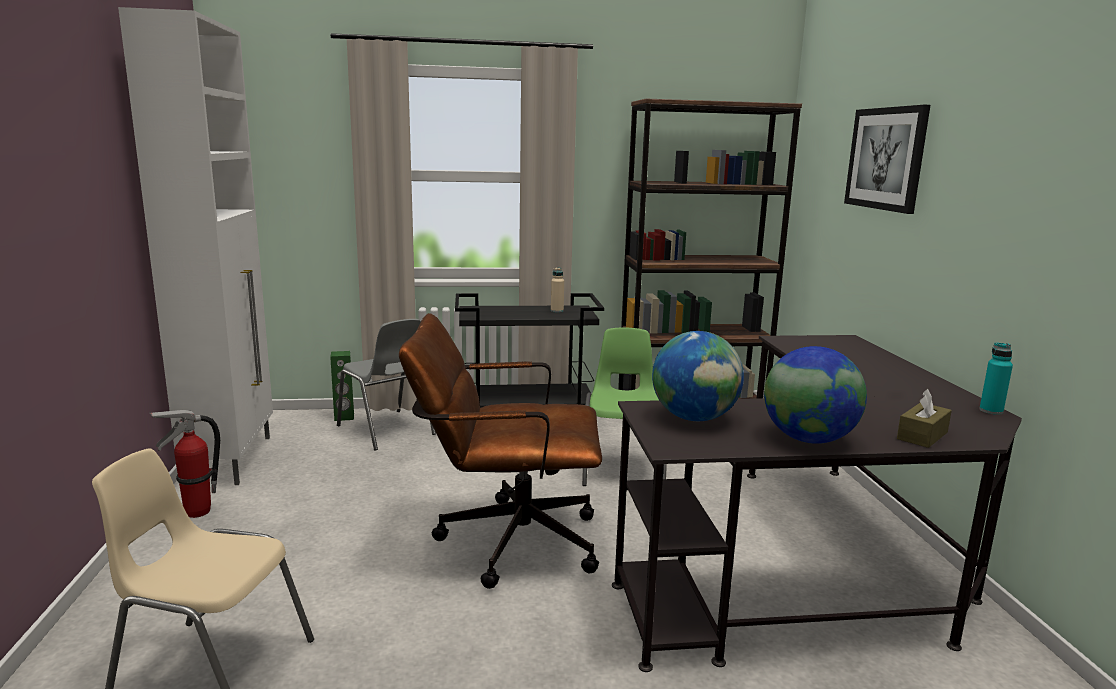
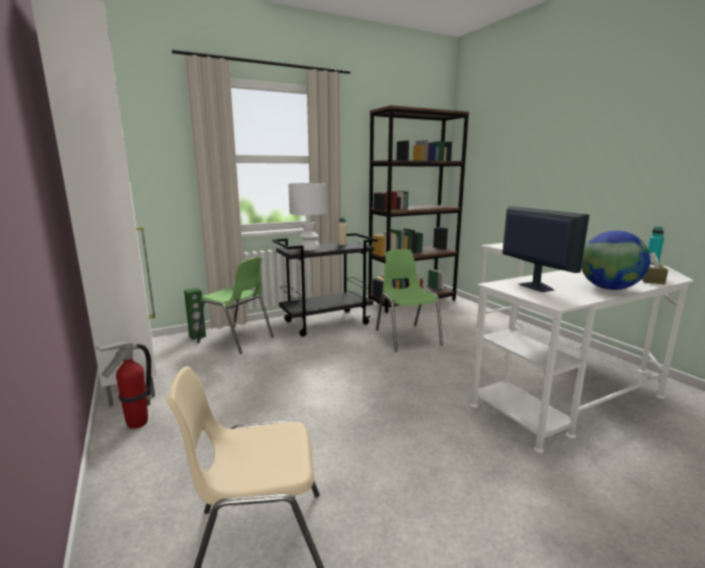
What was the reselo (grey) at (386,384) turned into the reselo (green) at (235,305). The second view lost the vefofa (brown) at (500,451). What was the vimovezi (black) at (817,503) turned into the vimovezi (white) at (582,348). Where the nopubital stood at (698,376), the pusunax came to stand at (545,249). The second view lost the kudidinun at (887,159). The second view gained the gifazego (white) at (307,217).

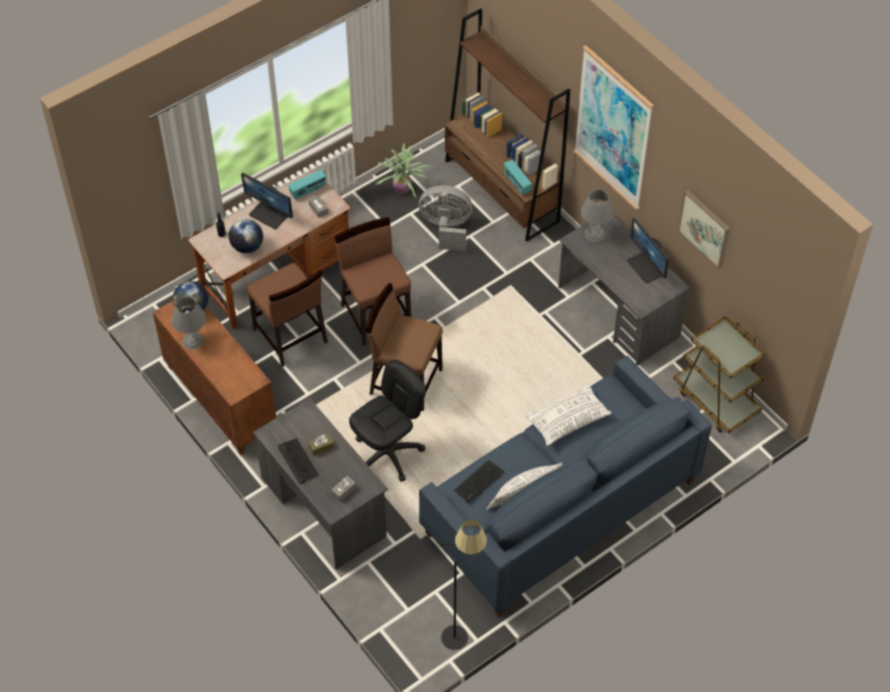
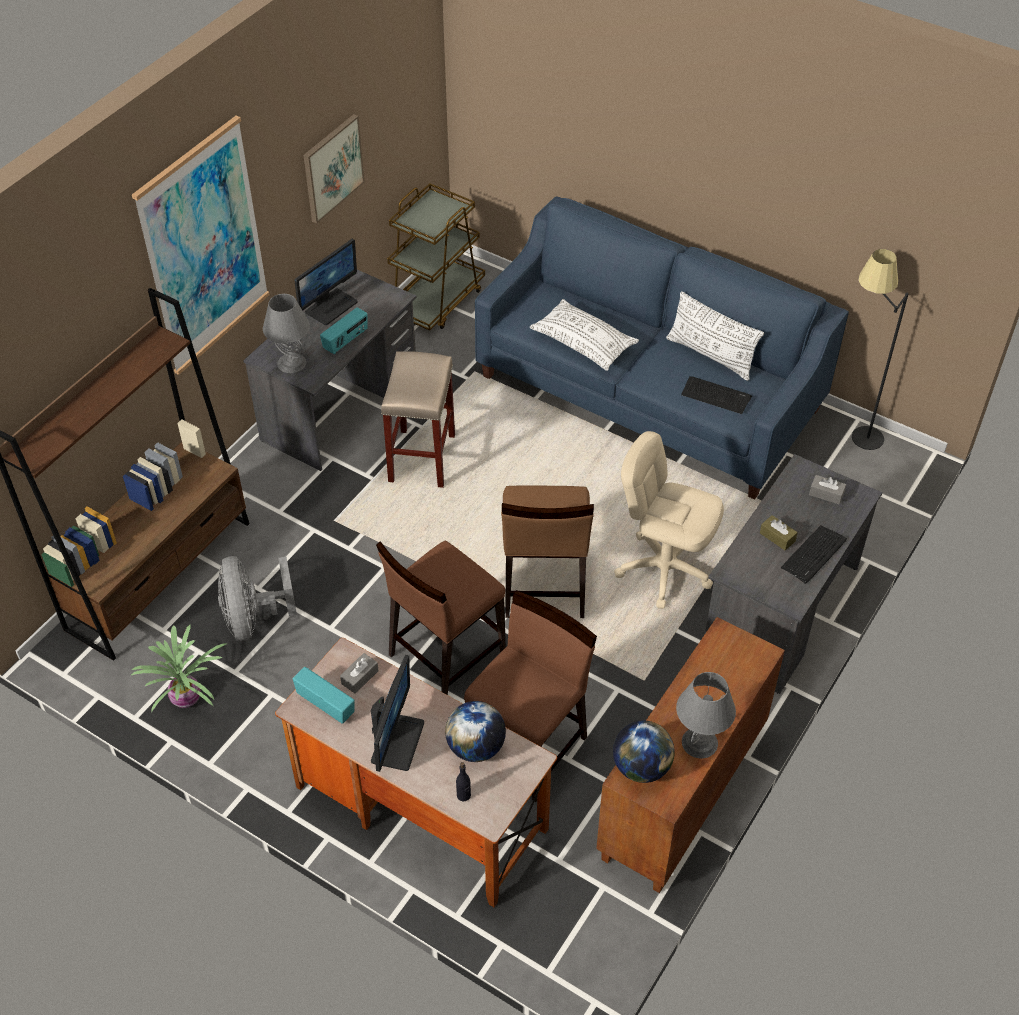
What was the vefofa (black) at (387,421) turned into the vefofa (beige) at (669,520). The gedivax ended up elsewhere, having gone from (518,177) to (344,330). The second view gained the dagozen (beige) at (418,419).

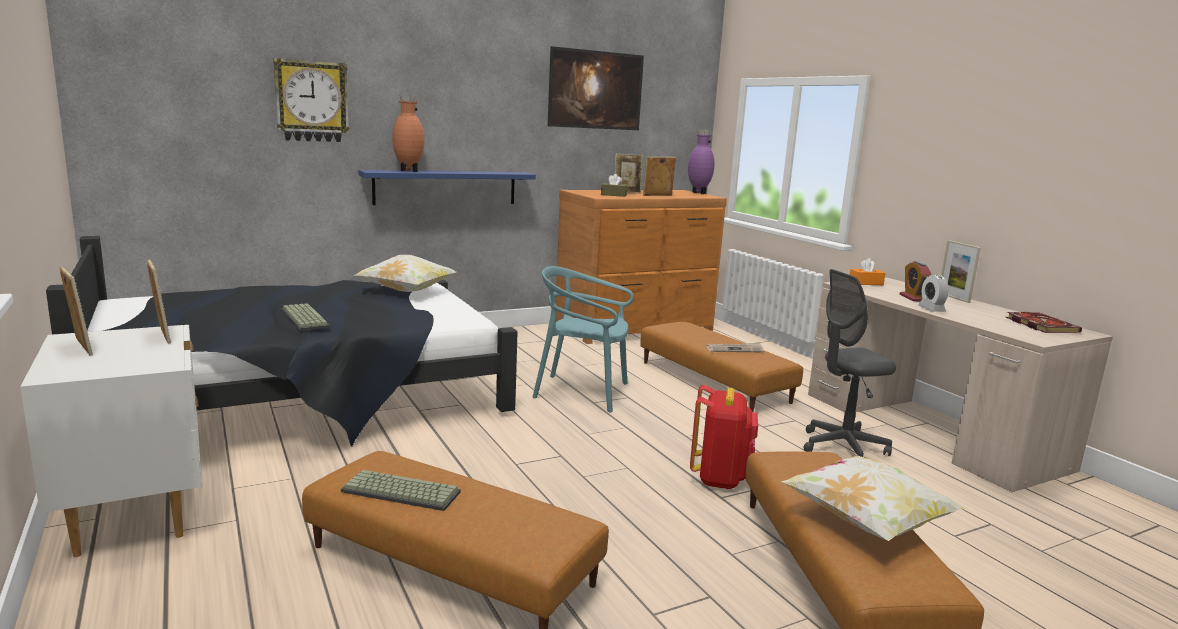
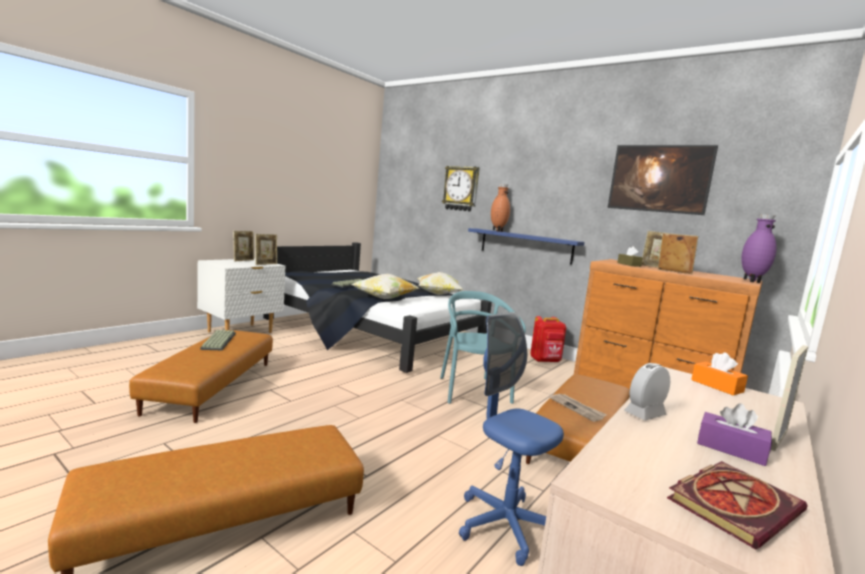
The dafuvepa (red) ended up elsewhere, having gone from (724,437) to (548,339). The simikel ended up elsewhere, having gone from (873,498) to (385,286). What was the vefofa (grey) at (850,363) turned into the vefofa (blue) at (511,439). The second view lost the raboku at (915,281). The second view gained the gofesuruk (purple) at (734,434).

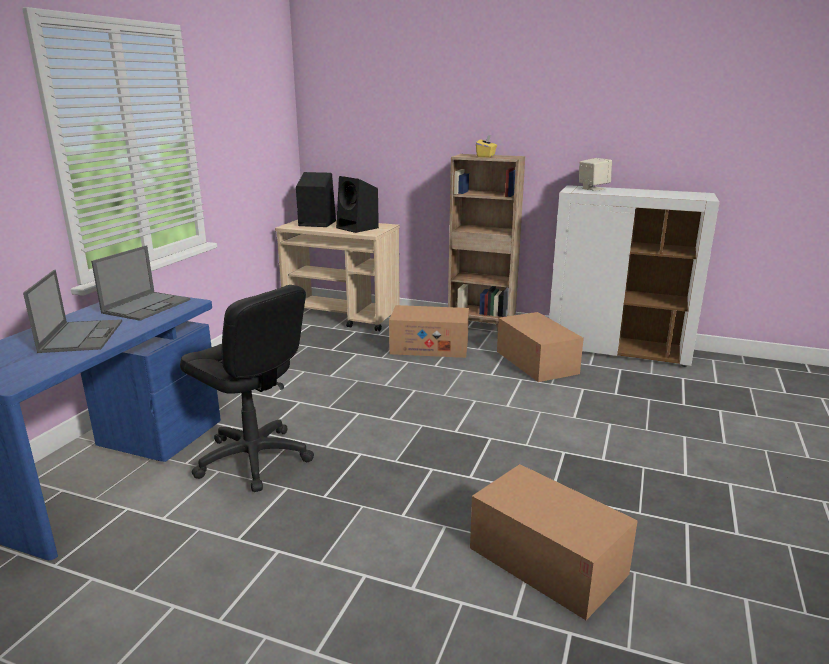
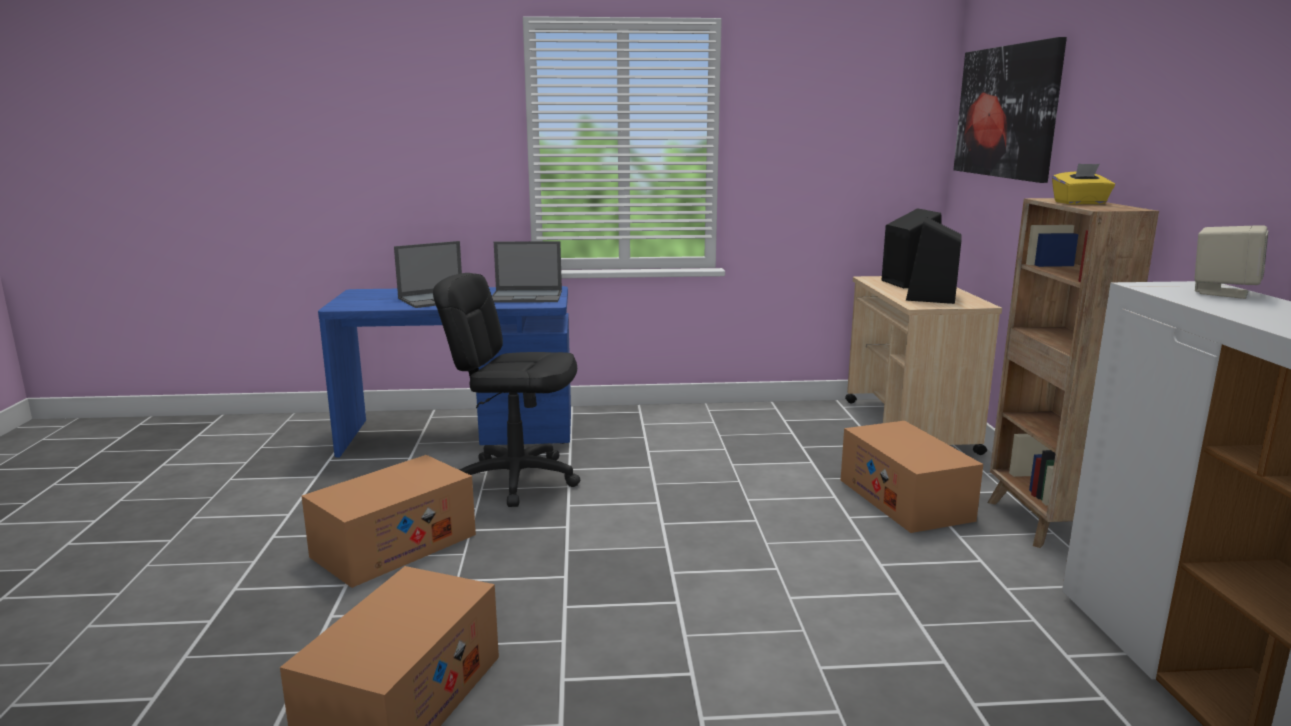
The vefofa (black) at (247,388) ended up facing another way, 90 degrees clockwise from before. The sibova ended up elsewhere, having gone from (540,347) to (389,521). The second view gained the kudidinun at (1010,110).

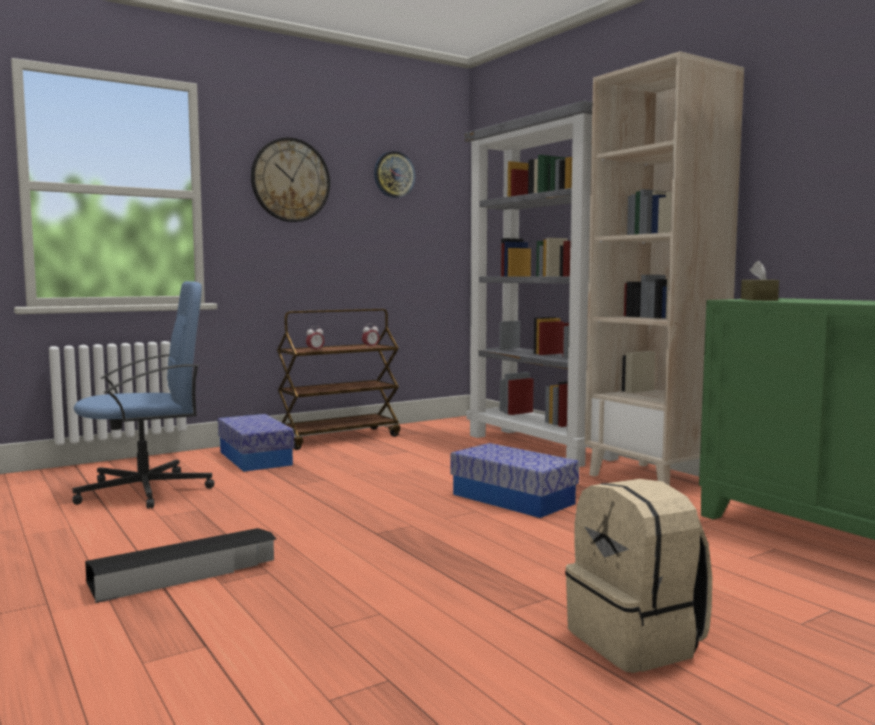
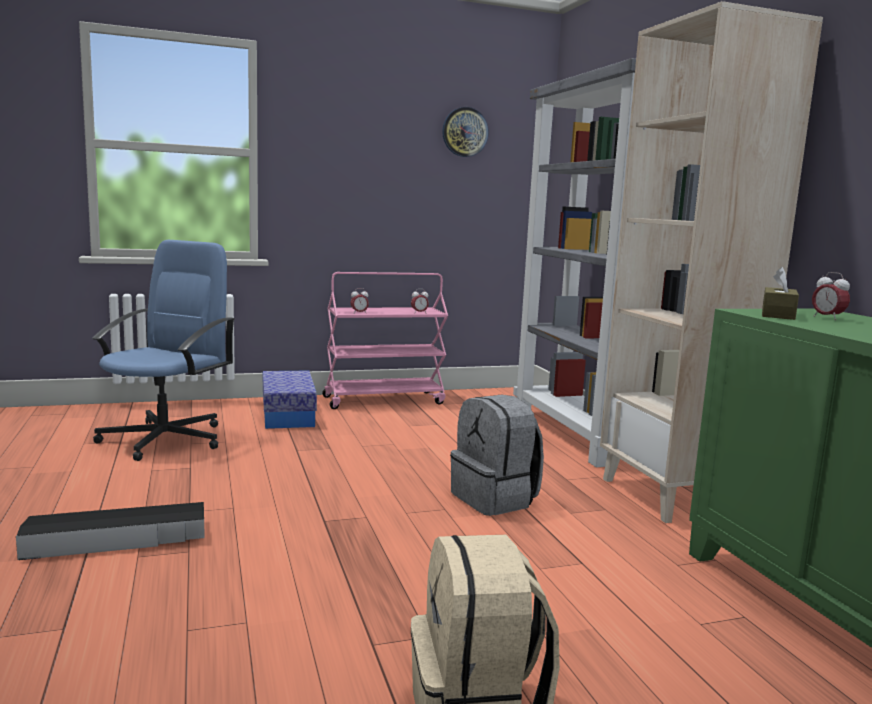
The vefofa (blue) at (143,395) ended up facing another way, 60 degrees counterclockwise from before. The second view lost the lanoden at (290,179). What was the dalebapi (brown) at (338,379) turned into the dalebapi (pink) at (385,340). Where the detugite stood at (515,480), the dafuvepa (grey) came to stand at (497,455). The second view gained the raboku at (831,296).

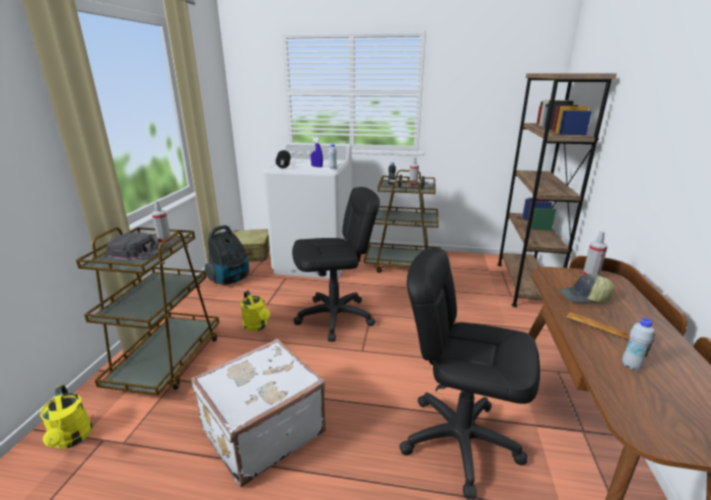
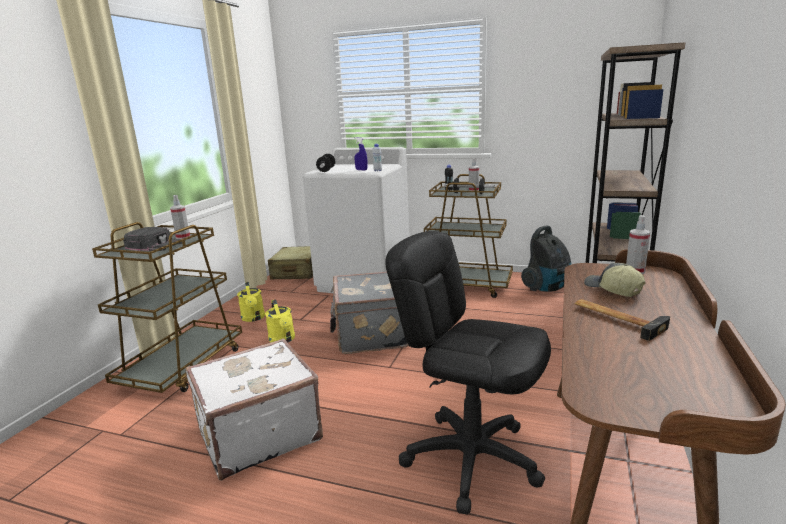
The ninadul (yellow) ended up elsewhere, having gone from (66,417) to (251,302). The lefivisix ended up elsewhere, having gone from (227,255) to (546,259). Where the vefofa (black) stood at (336,264), the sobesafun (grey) came to stand at (369,313). The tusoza at (586,288) ended up facing another way, 45 degrees clockwise from before. The second view lost the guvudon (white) at (638,344).

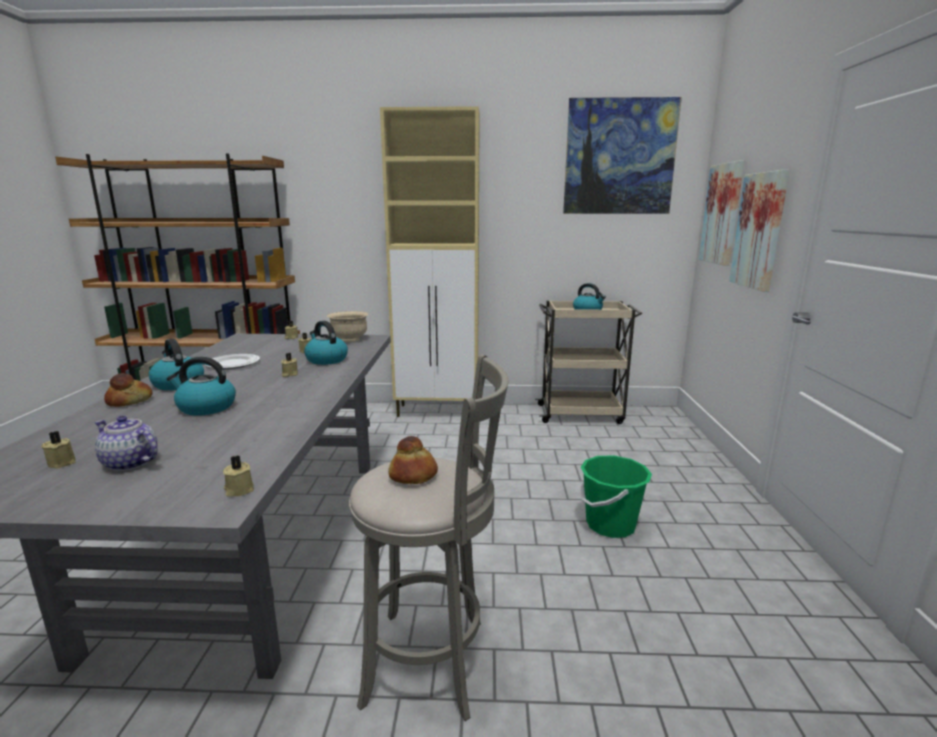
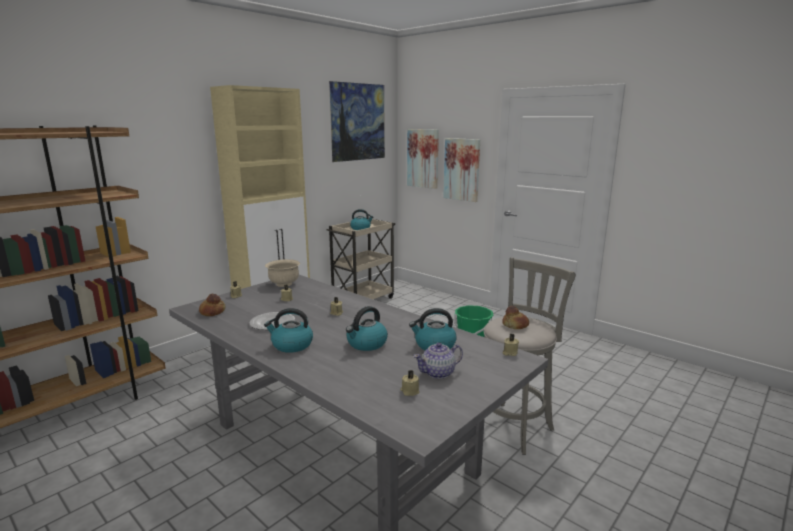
The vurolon ended up elsewhere, having gone from (128,390) to (212,305). The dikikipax ended up elsewhere, having gone from (326,343) to (433,329).

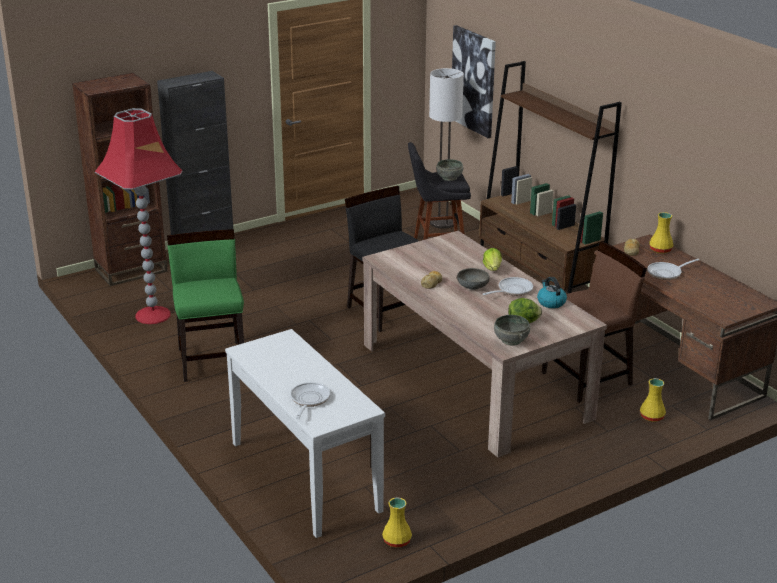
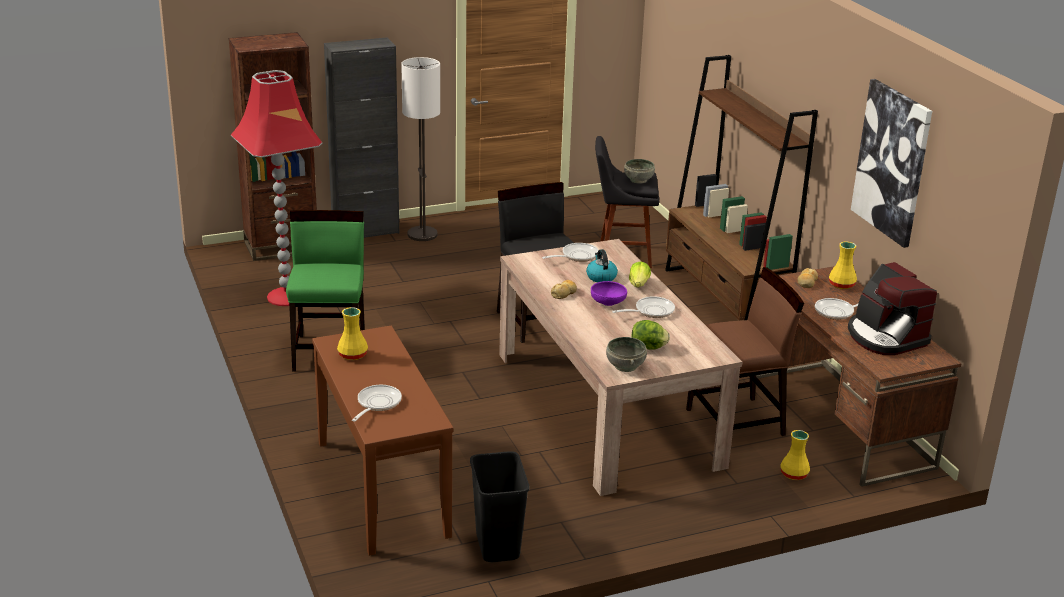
What was the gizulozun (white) at (305,433) turned into the gizulozun (brown) at (382,441). The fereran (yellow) ended up elsewhere, having gone from (397,522) to (352,333). The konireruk ended up elsewhere, having gone from (446,148) to (420,149). The kudidinun ended up elsewhere, having gone from (474,81) to (891,163). What was the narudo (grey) at (473,279) turned into the narudo (purple) at (609,293). The dikikipax ended up elsewhere, having gone from (552,292) to (602,266). The second view gained the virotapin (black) at (500,506). The second view gained the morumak at (570,252). The second view gained the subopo at (892,308).

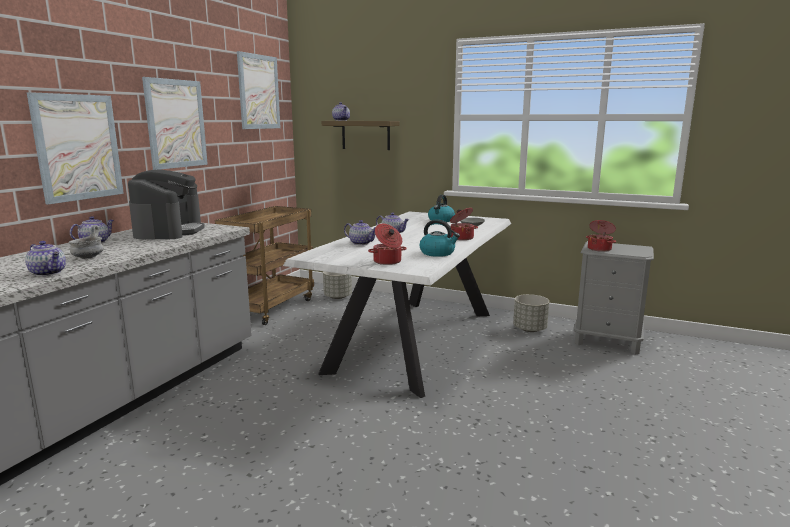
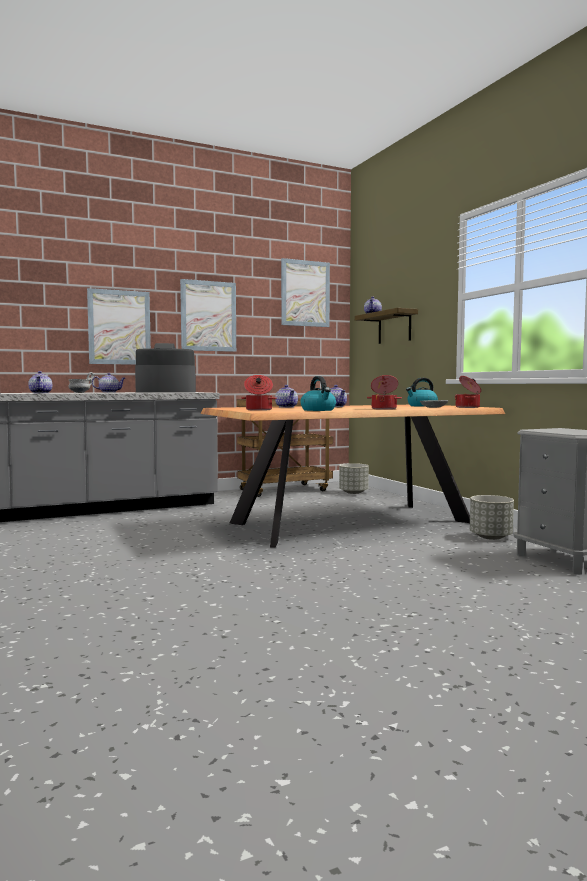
The subopo at (166,204) ended up facing another way, 135 degrees counterclockwise from before. What was the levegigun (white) at (397,304) turned into the levegigun (brown) at (352,476). The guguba ended up elsewhere, having gone from (601,236) to (468,392).

